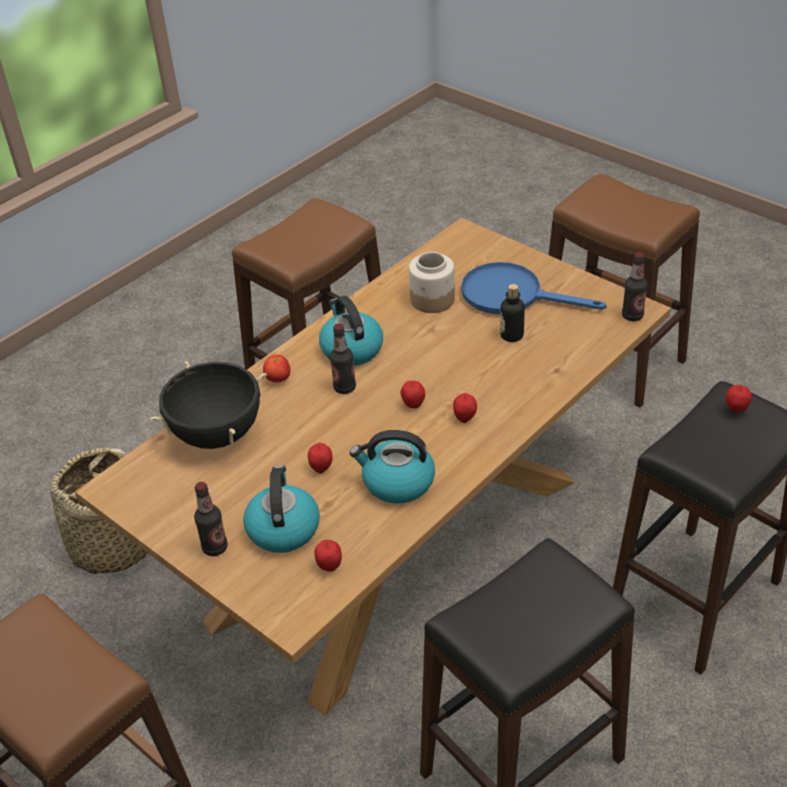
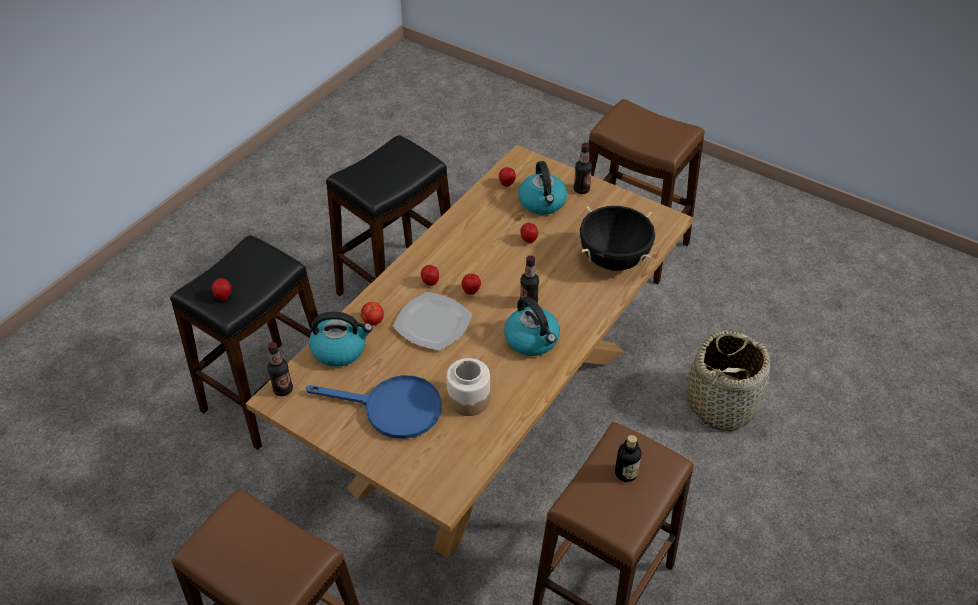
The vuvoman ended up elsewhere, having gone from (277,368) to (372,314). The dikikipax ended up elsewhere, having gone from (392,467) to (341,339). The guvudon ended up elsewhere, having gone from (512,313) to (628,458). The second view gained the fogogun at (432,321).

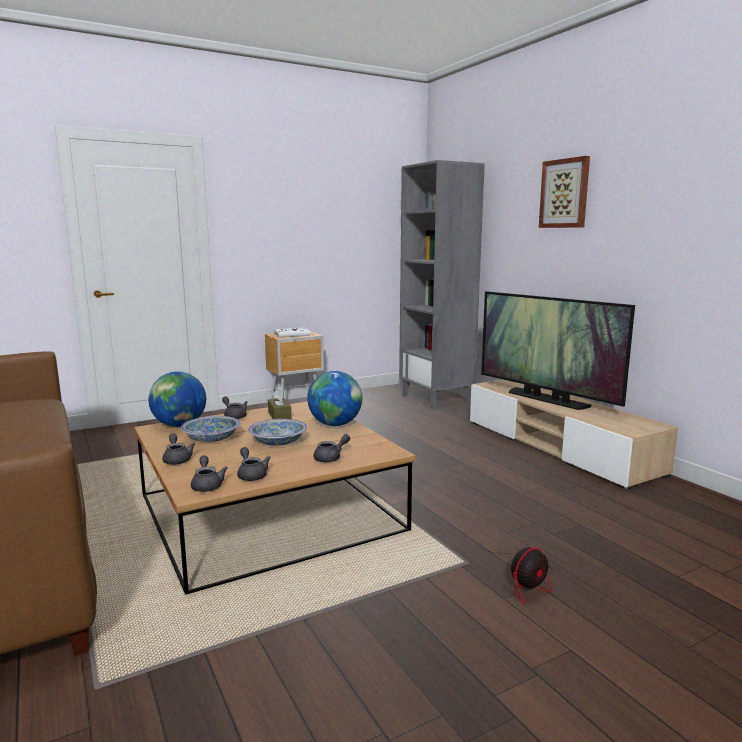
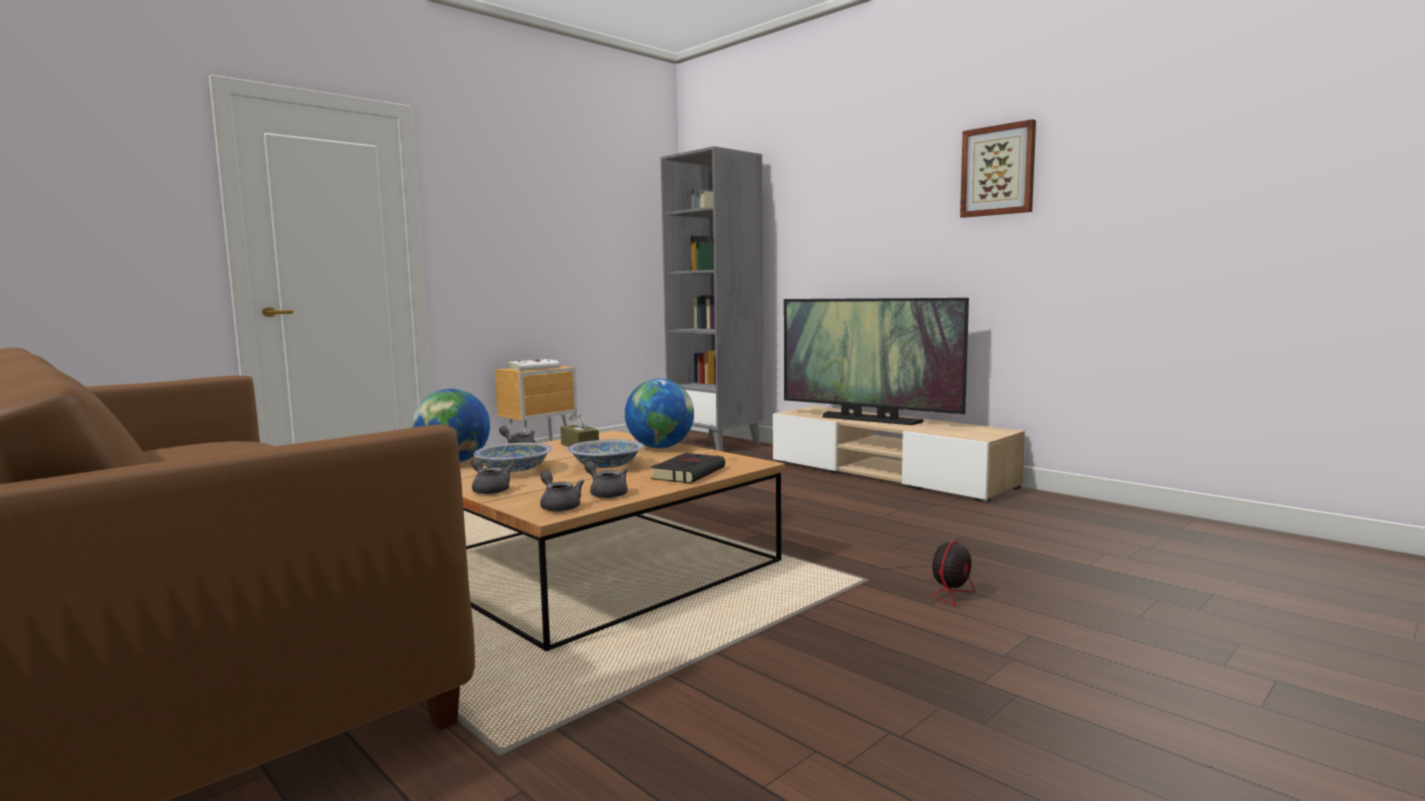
Where the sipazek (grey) stood at (332,448), the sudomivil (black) came to stand at (687,468). The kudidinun ended up elsewhere, having gone from (564,192) to (998,168).

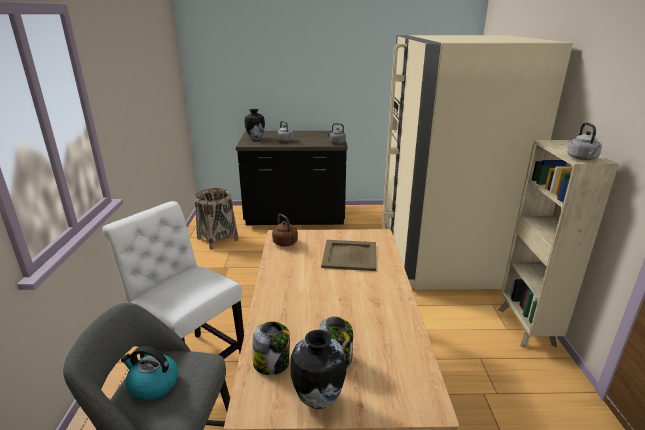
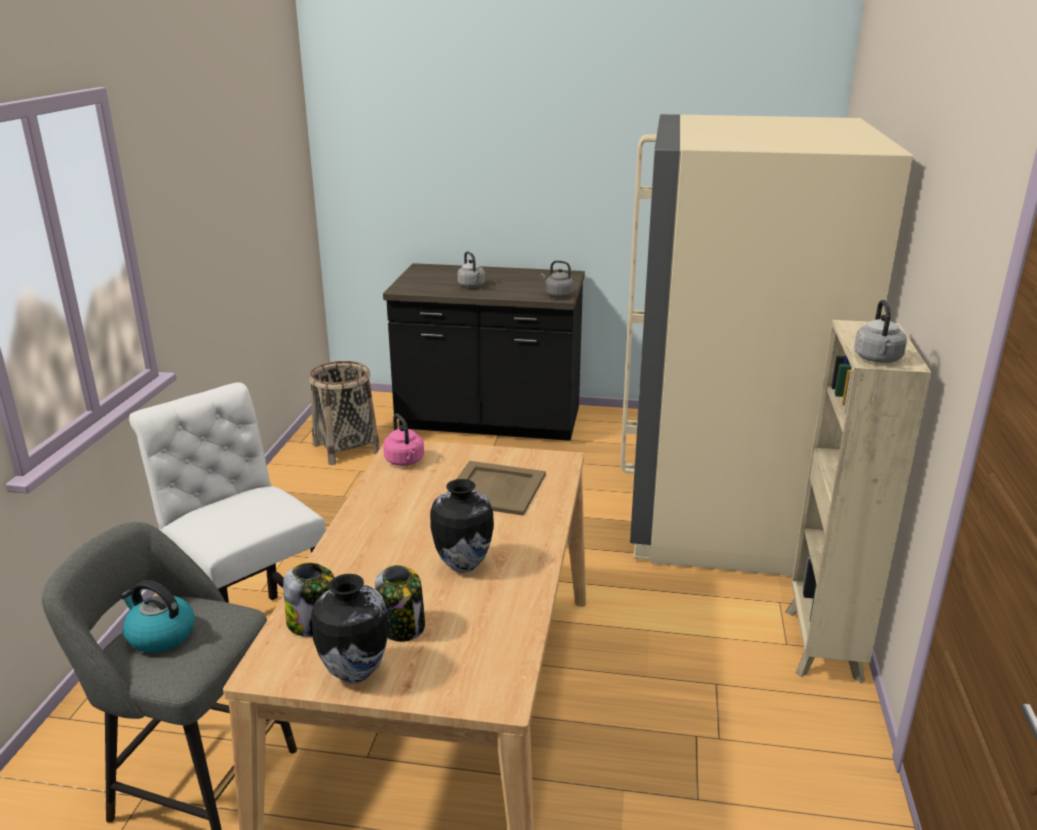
The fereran ended up elsewhere, having gone from (255,124) to (462,526). What was the dikikipax (brown) at (285,230) turned into the dikikipax (pink) at (403,440).

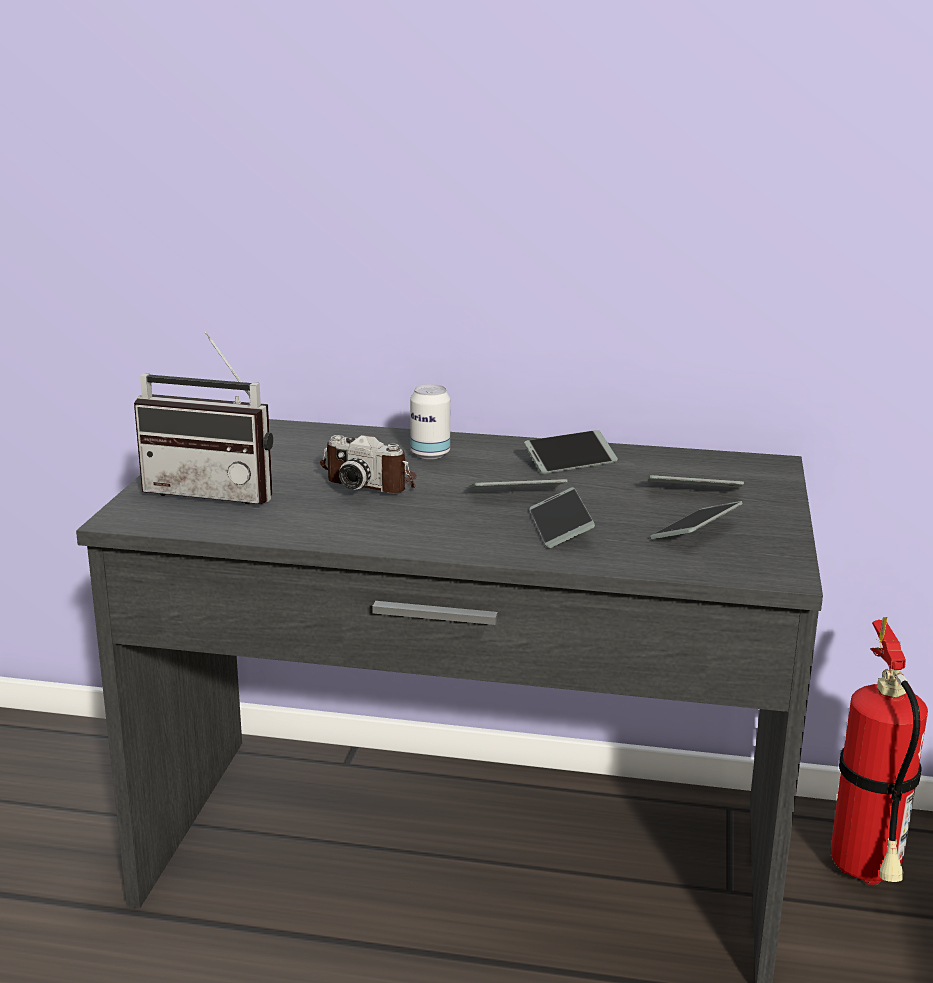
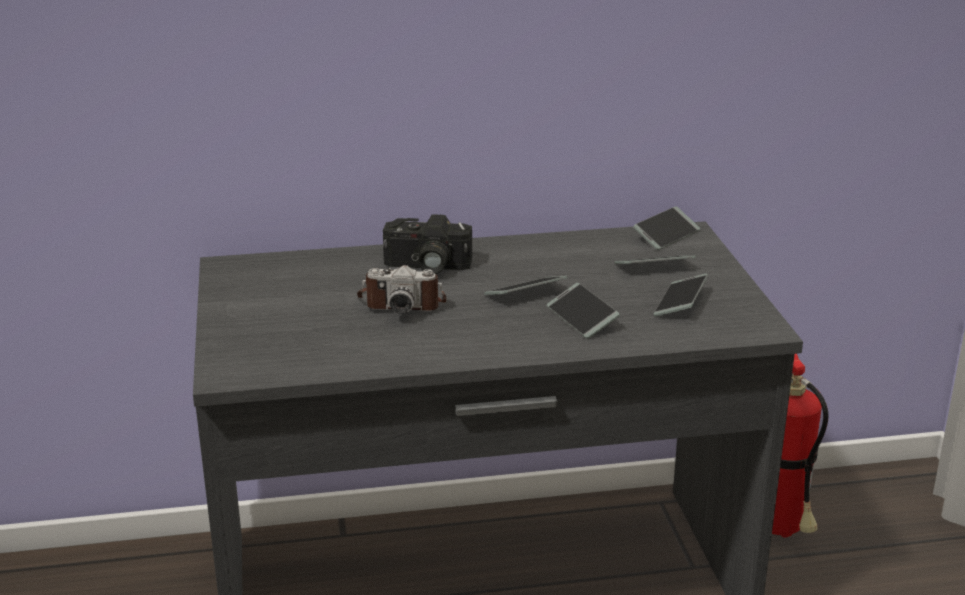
The second view lost the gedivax at (203,418). Where the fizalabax stood at (430,421), the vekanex came to stand at (427,244). The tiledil ended up elsewhere, having gone from (571,452) to (666,228).

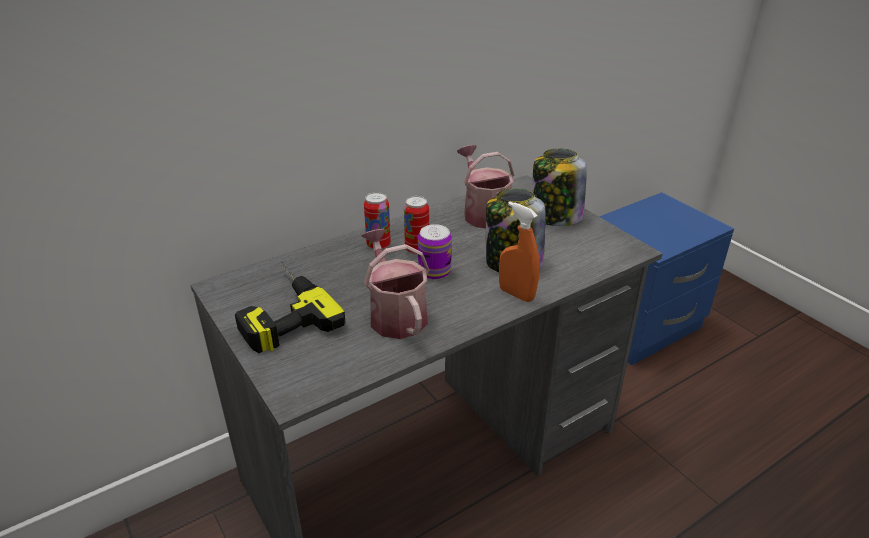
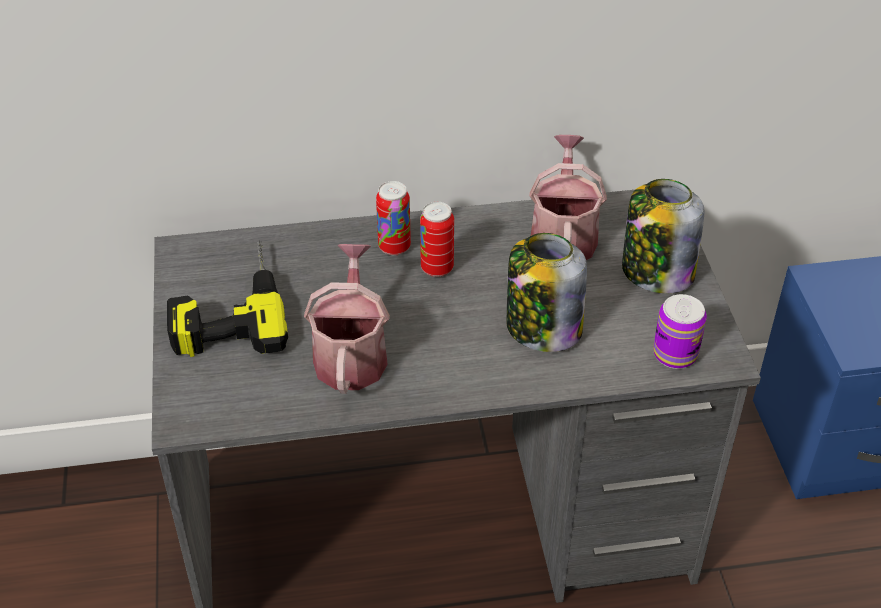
The fizalabax ended up elsewhere, having gone from (435,252) to (680,331). The second view lost the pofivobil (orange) at (519,252).

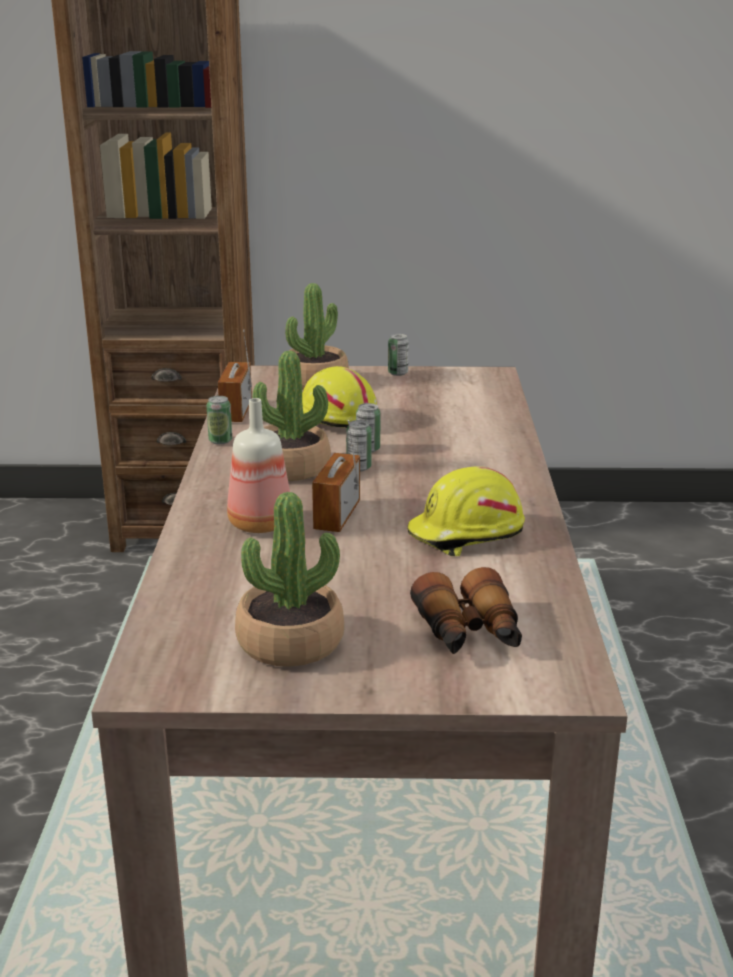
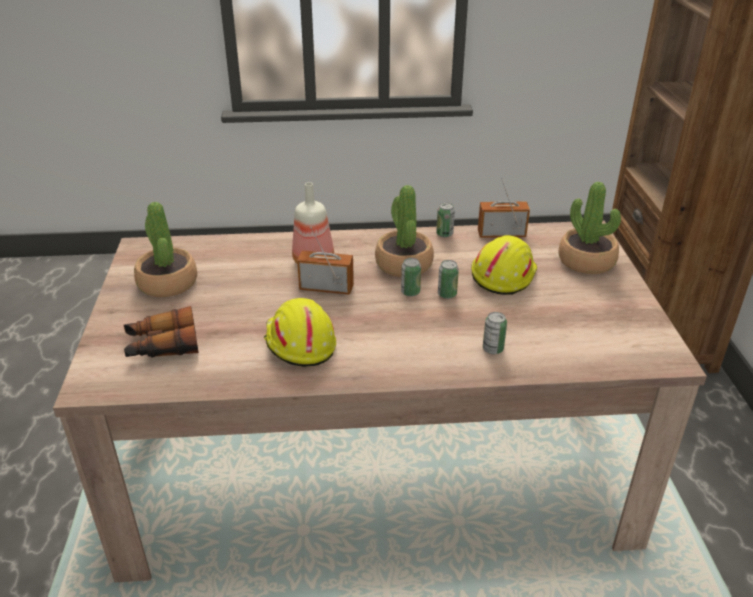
The fizalabax ended up elsewhere, having gone from (398,355) to (495,333).

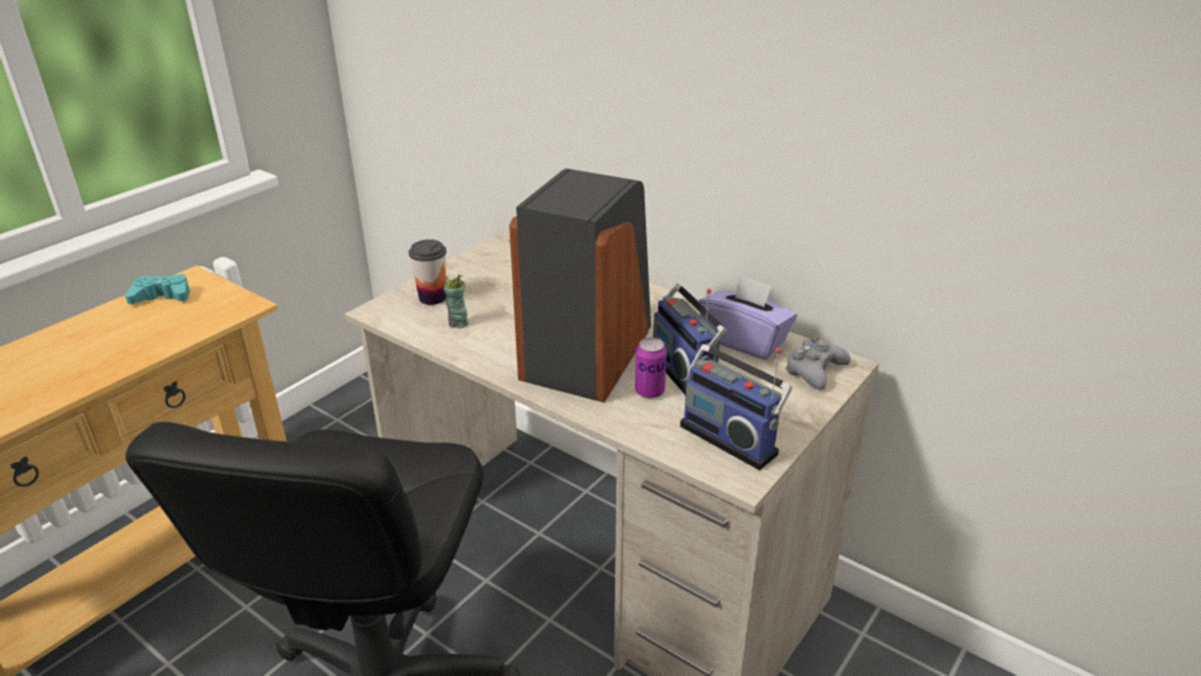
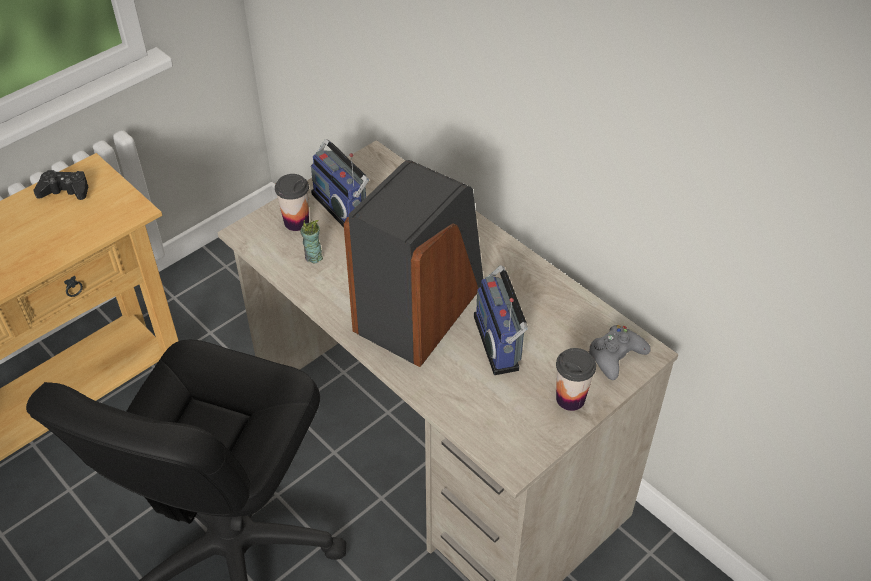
What was the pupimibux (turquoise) at (157,289) turned into the pupimibux (black) at (60,185). The second view lost the fizalabax at (651,367). The gedivax ended up elsewhere, having gone from (736,407) to (340,183). The second view lost the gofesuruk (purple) at (748,317). The second view gained the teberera at (576,379).

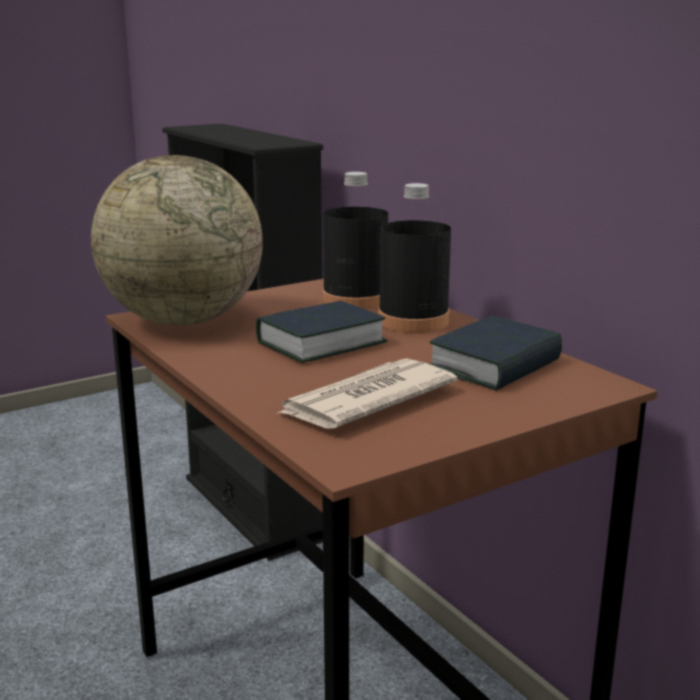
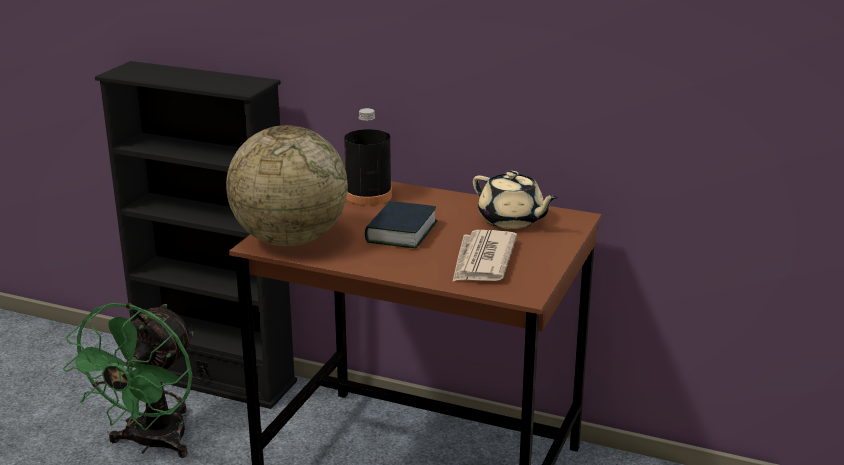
The second view lost the guvudon (black) at (414,258). Where the sudomivil stood at (496,353), the sipazek (beige) came to stand at (516,200). The second view gained the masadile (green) at (128,380).

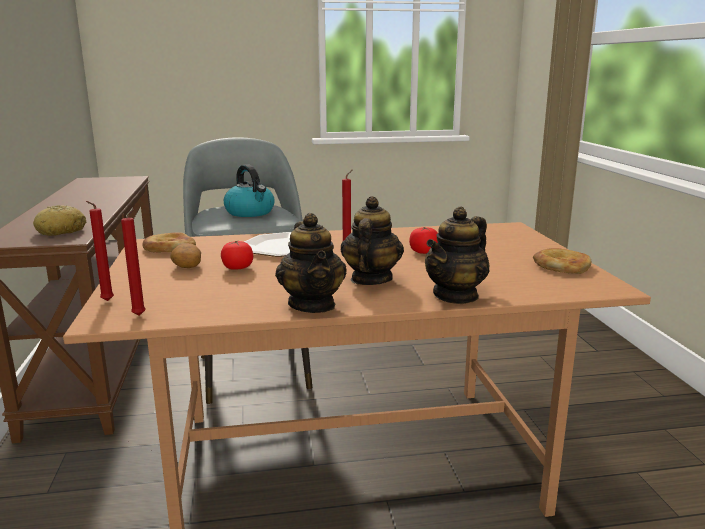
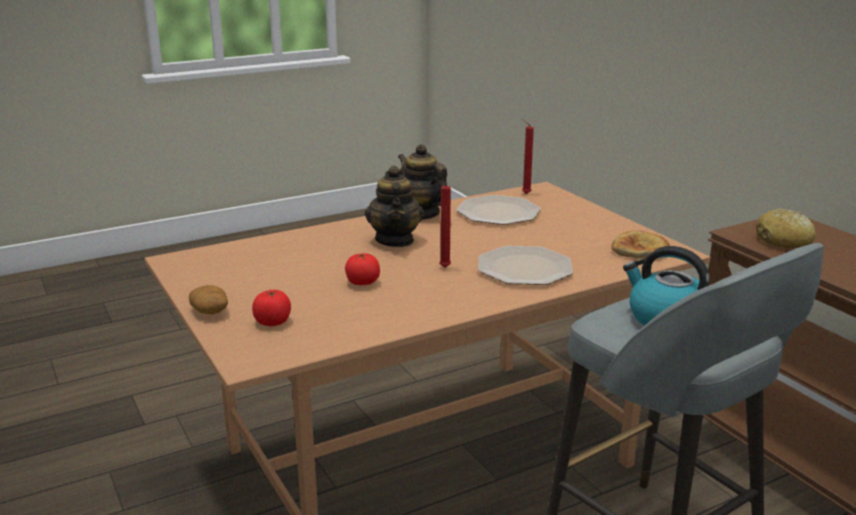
The second view lost the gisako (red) at (100,251). The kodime ended up elsewhere, having gone from (186,255) to (208,299). The vuvoman ended up elsewhere, having gone from (237,255) to (271,308). The second view lost the sipazek at (457,255). The second view lost the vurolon at (562,261). The second view gained the fogogun at (498,210).

